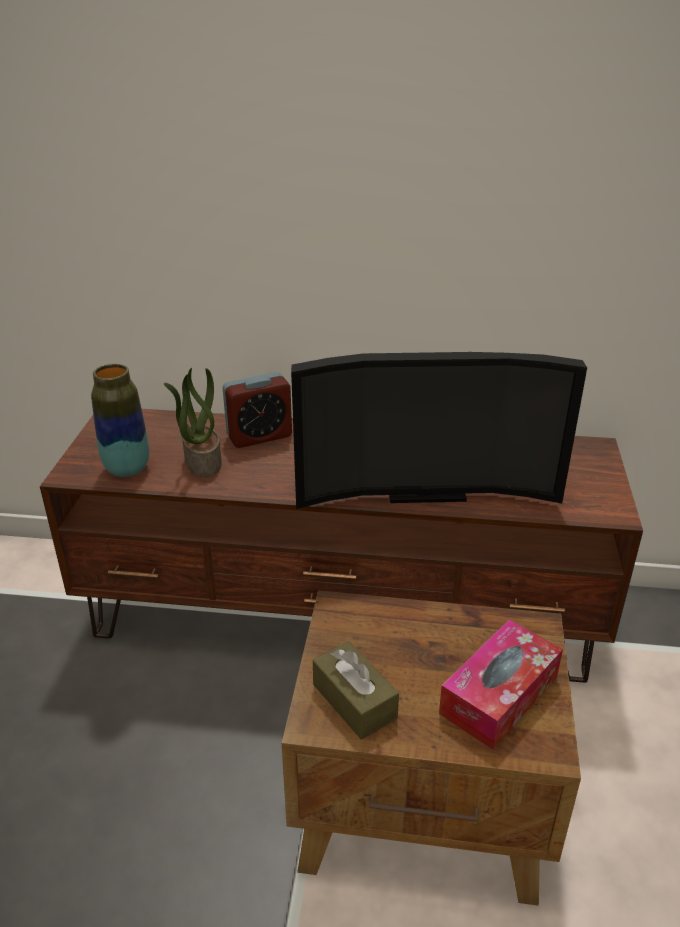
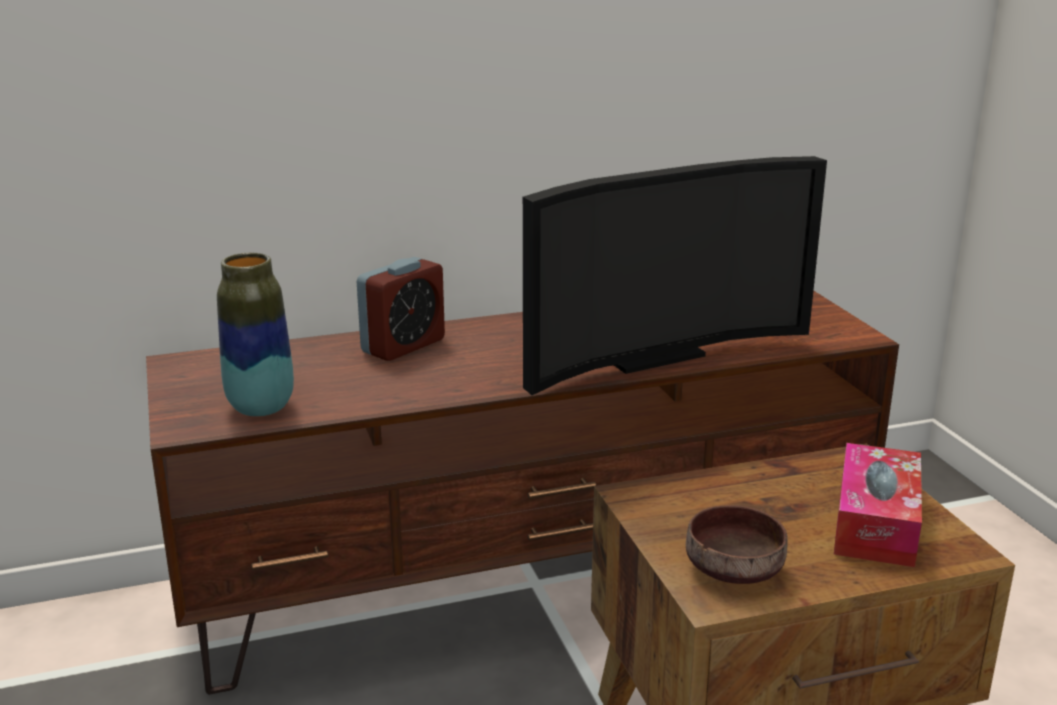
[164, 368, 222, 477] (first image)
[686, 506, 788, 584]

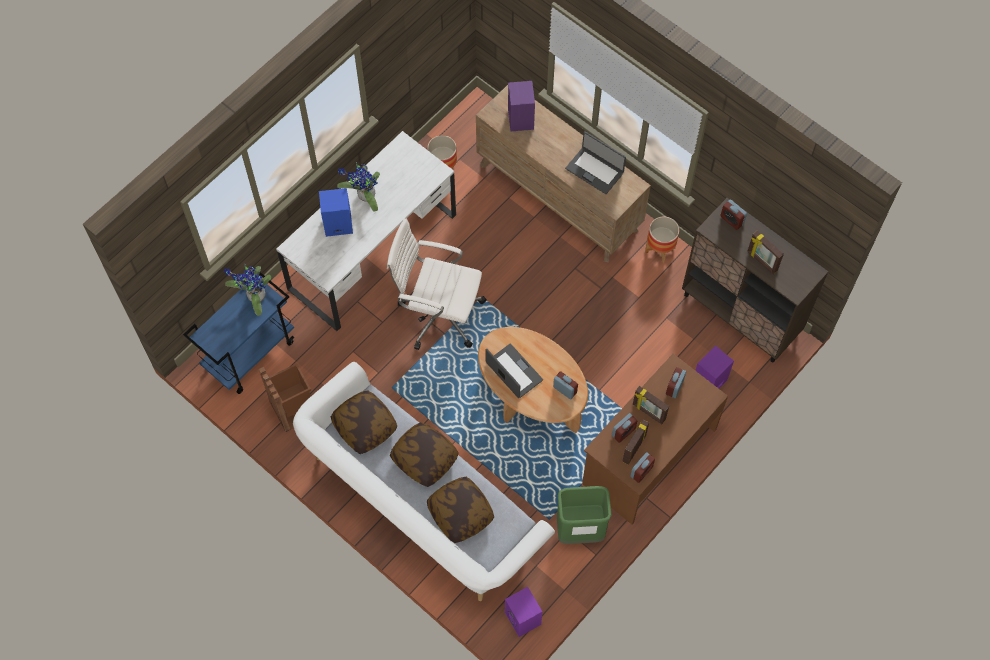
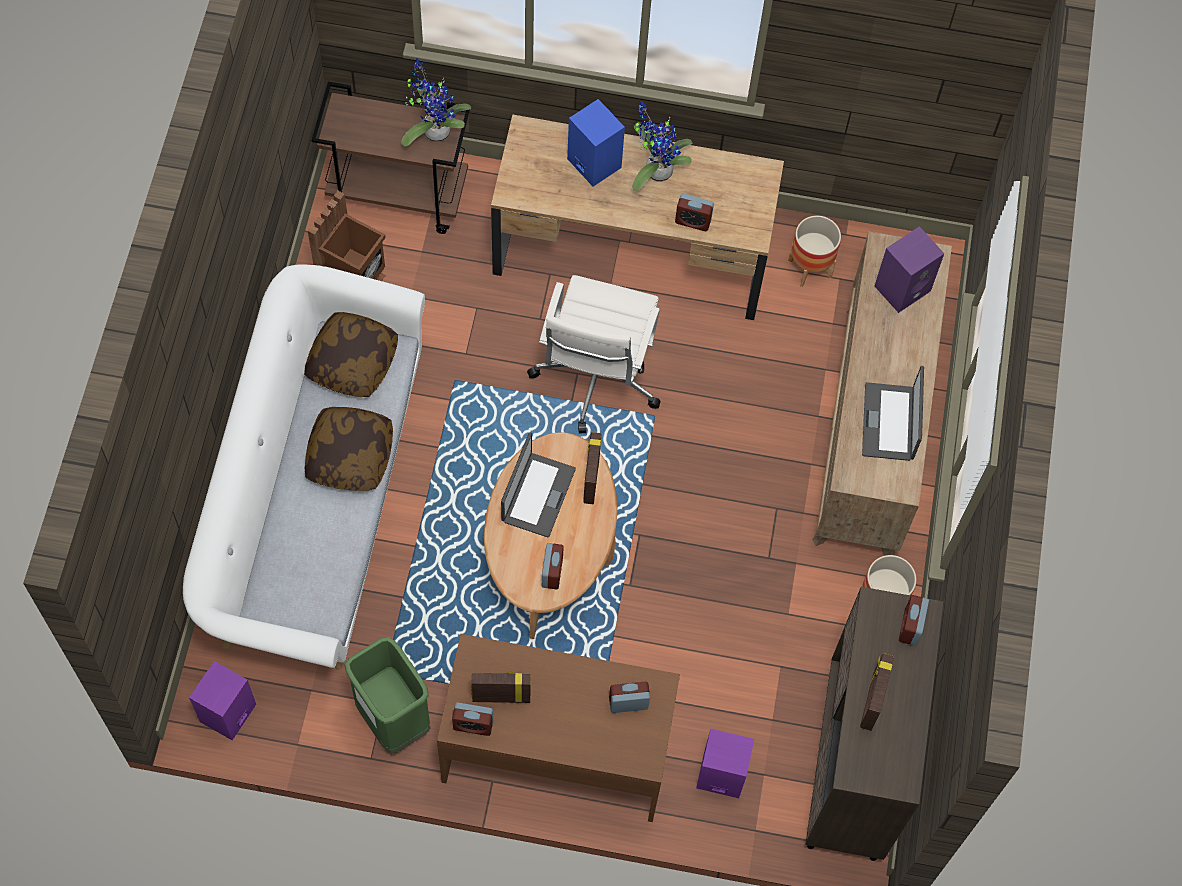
[491, 114, 784, 320]
[527, 275, 661, 433]
[311, 82, 470, 234]
[583, 432, 602, 505]
[675, 194, 714, 231]
[427, 477, 494, 543] (first image)

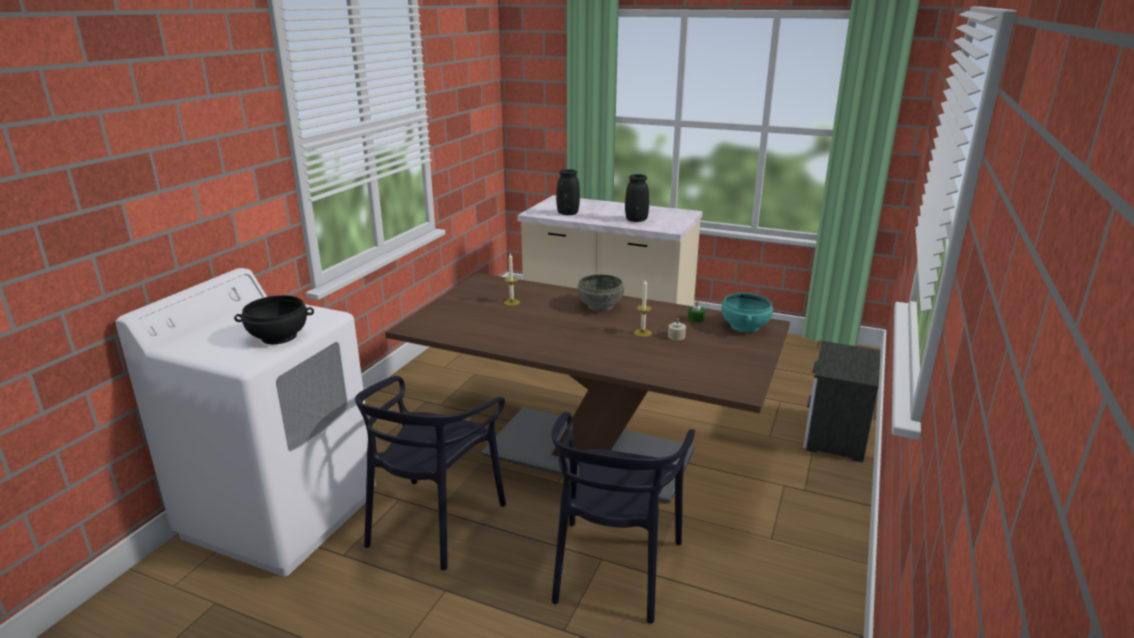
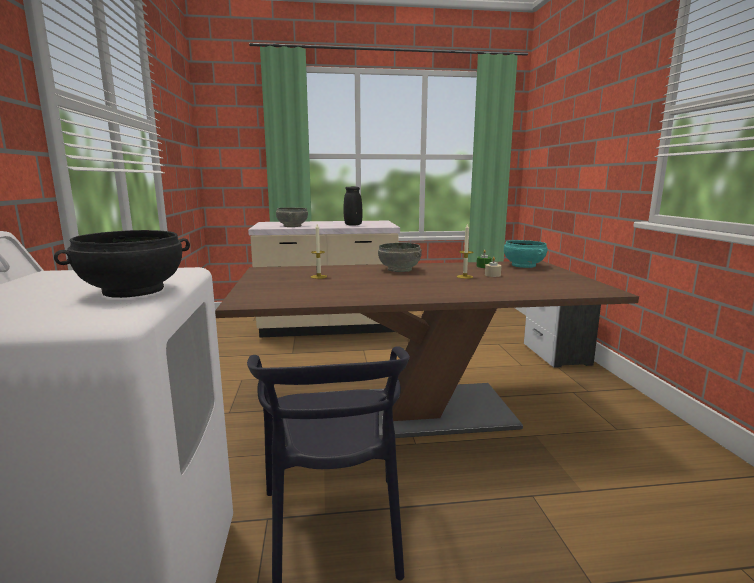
[276, 207, 308, 227]
[551, 412, 695, 624] (first image)

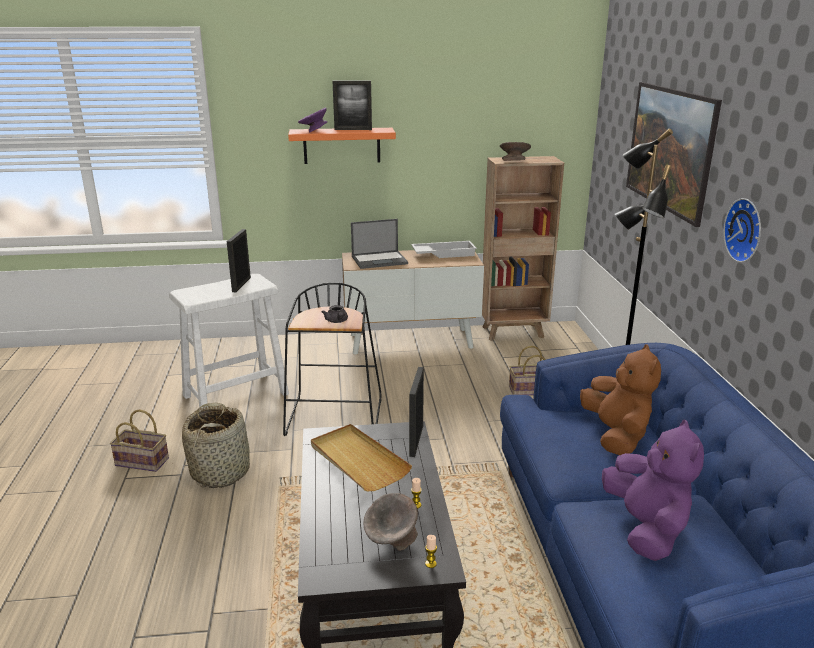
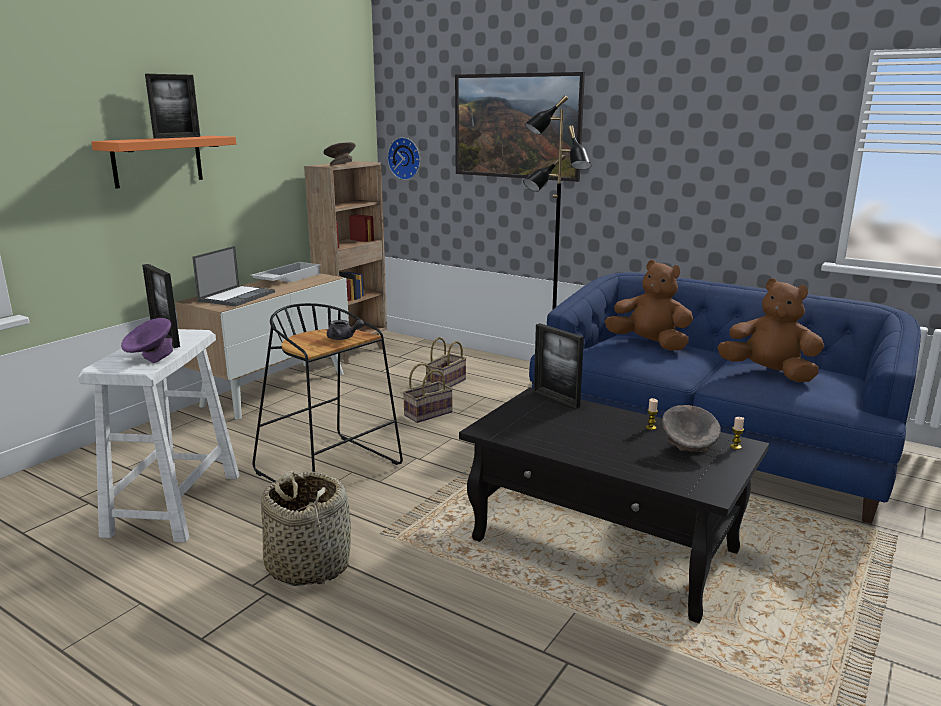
[121, 318, 173, 363]
[387, 137, 420, 180]
[403, 363, 453, 423]
[717, 278, 824, 382]
[311, 424, 412, 491] (first image)

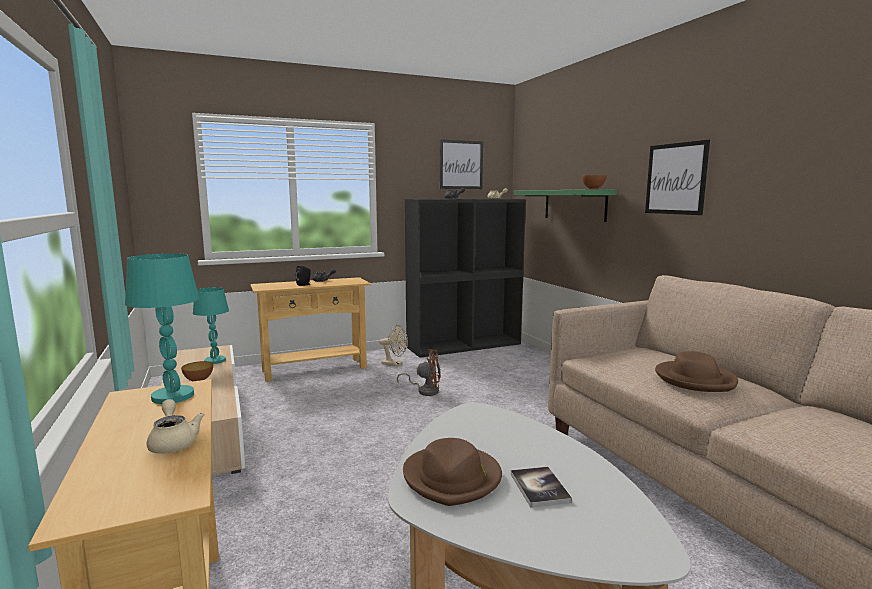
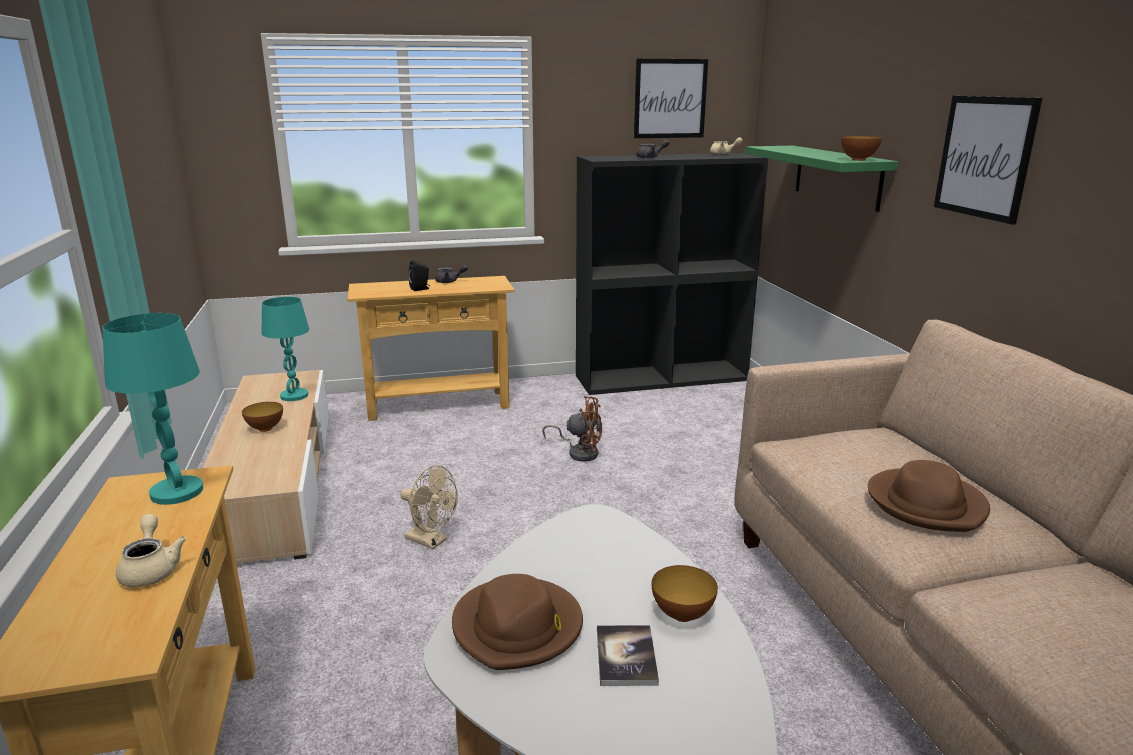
[400, 465, 458, 549]
[652, 565, 718, 622]

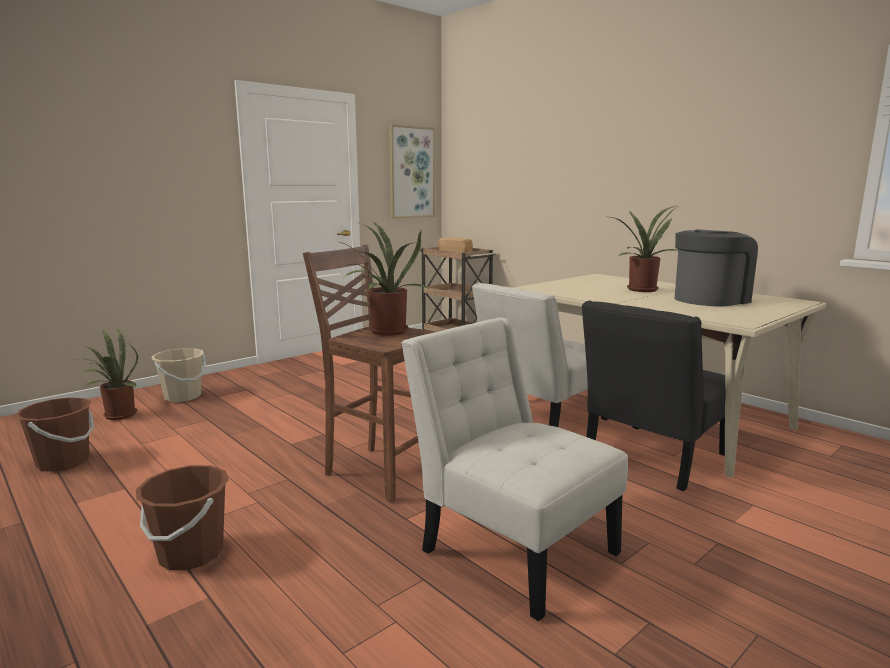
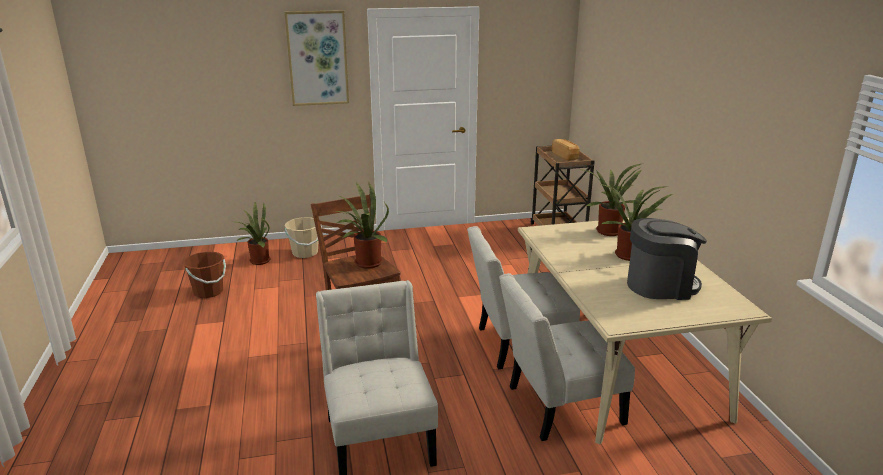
[285, 10, 349, 106]
[499, 273, 635, 441]
[136, 465, 229, 570] (first image)
[578, 164, 645, 236]

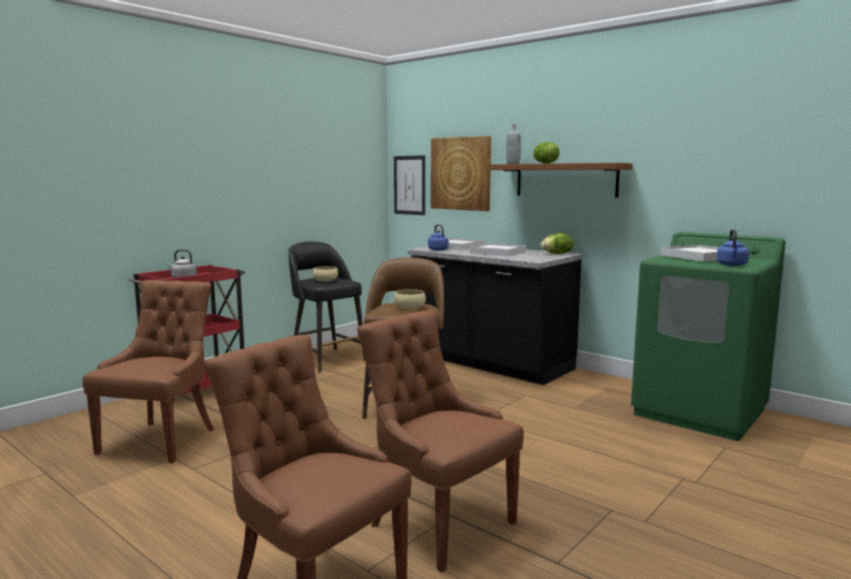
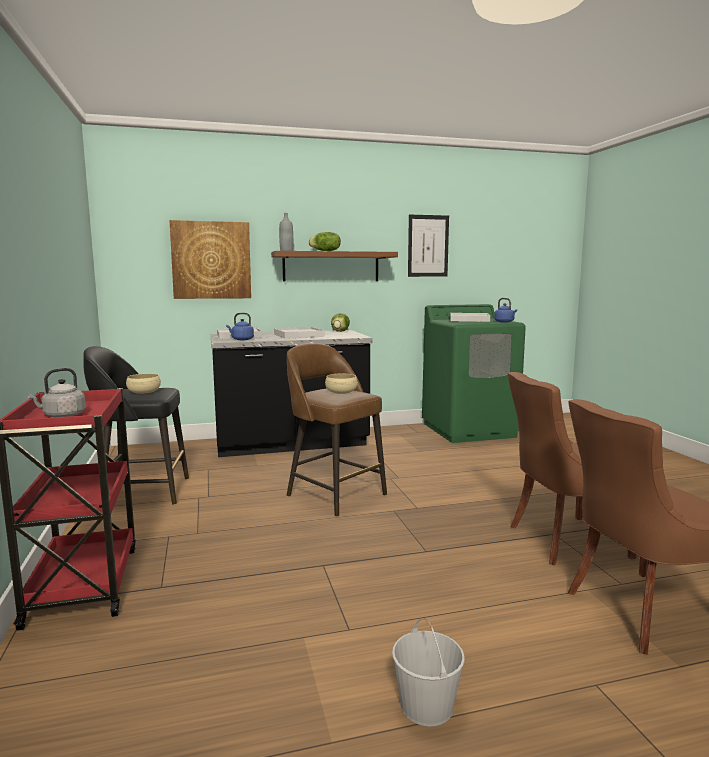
[408, 215, 449, 277]
[82, 280, 214, 463] (first image)
[392, 618, 465, 726]

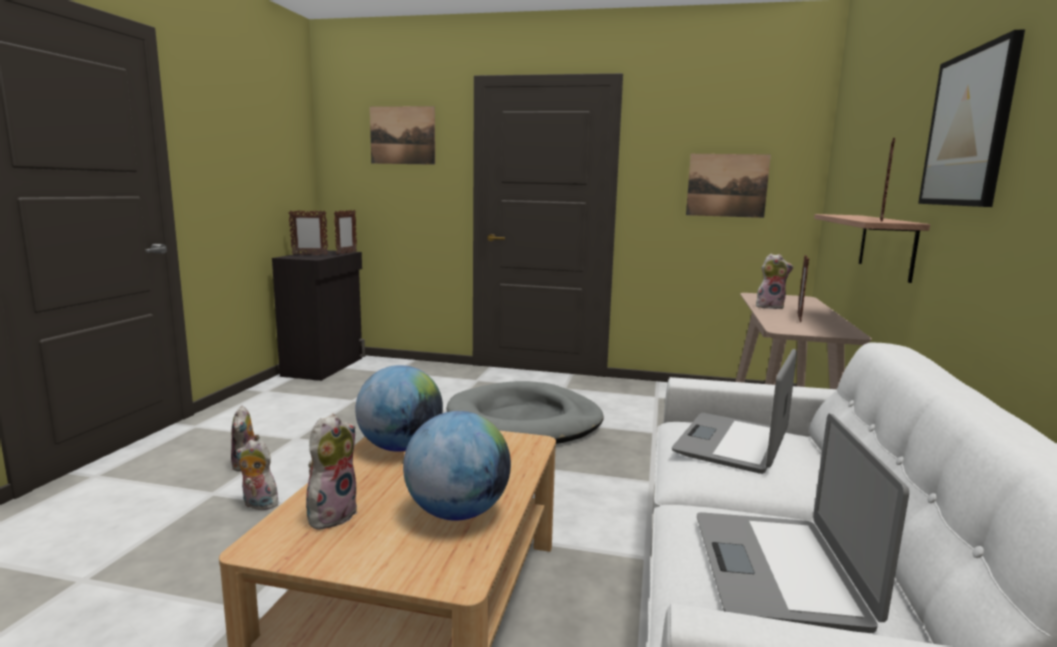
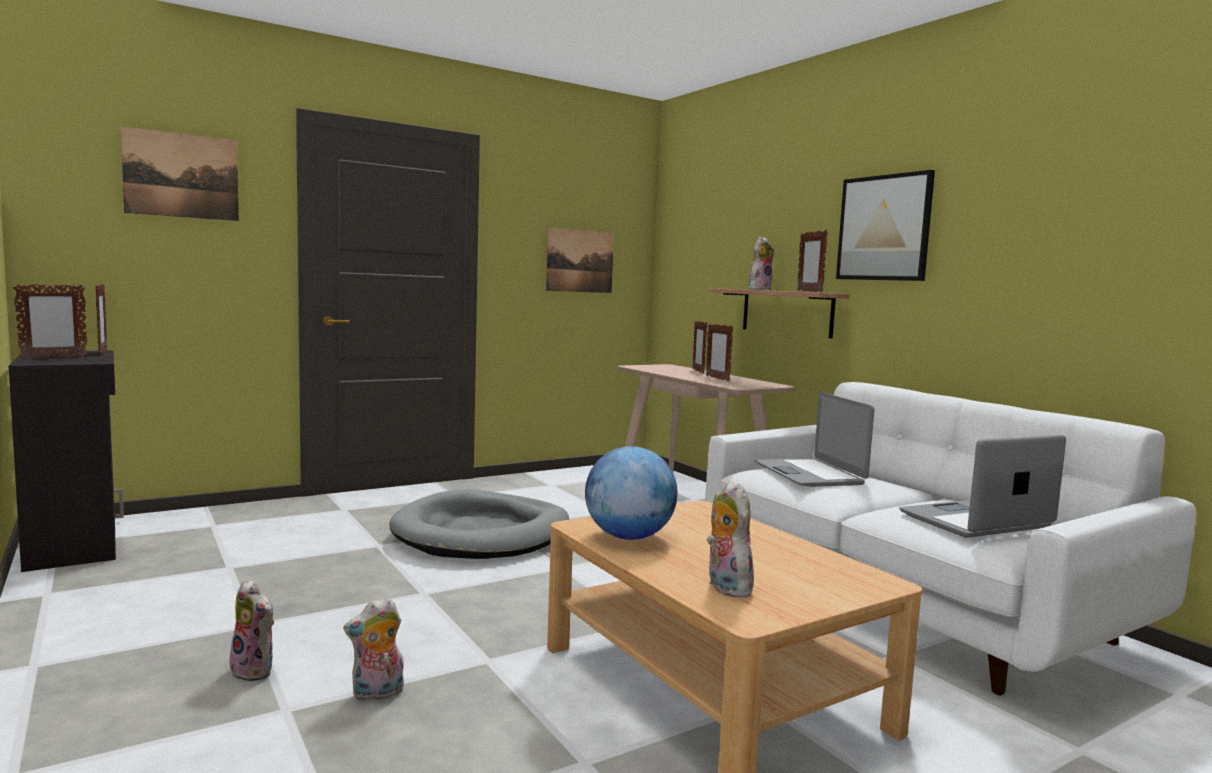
[748, 236, 774, 290]
[403, 411, 511, 520] (first image)
[899, 435, 1066, 538]
[692, 321, 707, 374]

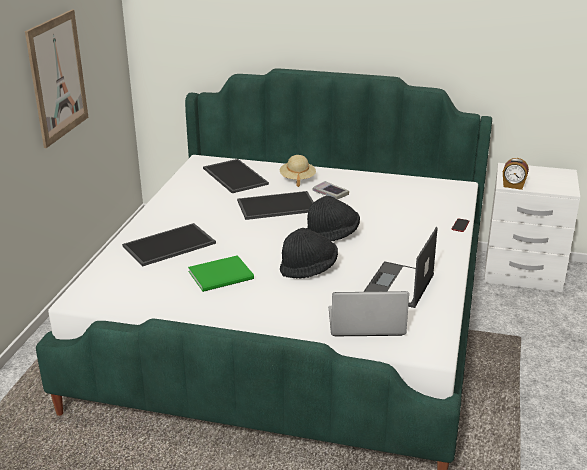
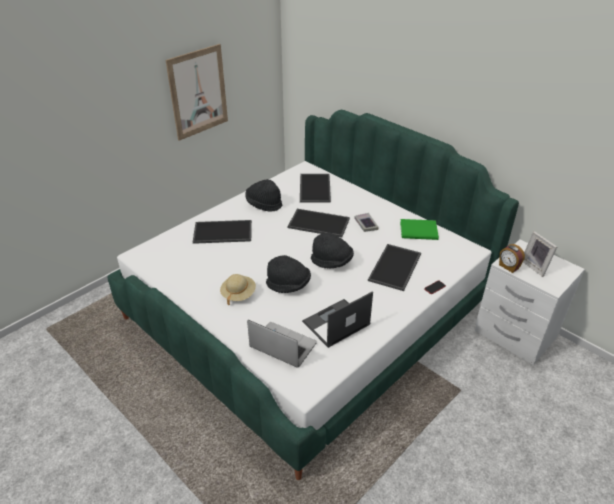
[220, 274, 256, 305]
[400, 219, 439, 240]
[245, 179, 282, 212]
[523, 231, 557, 277]
[368, 244, 421, 291]

